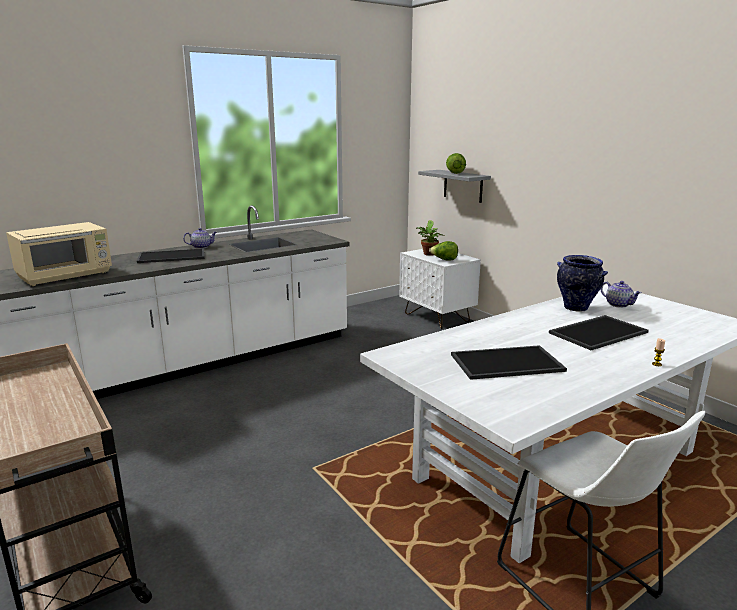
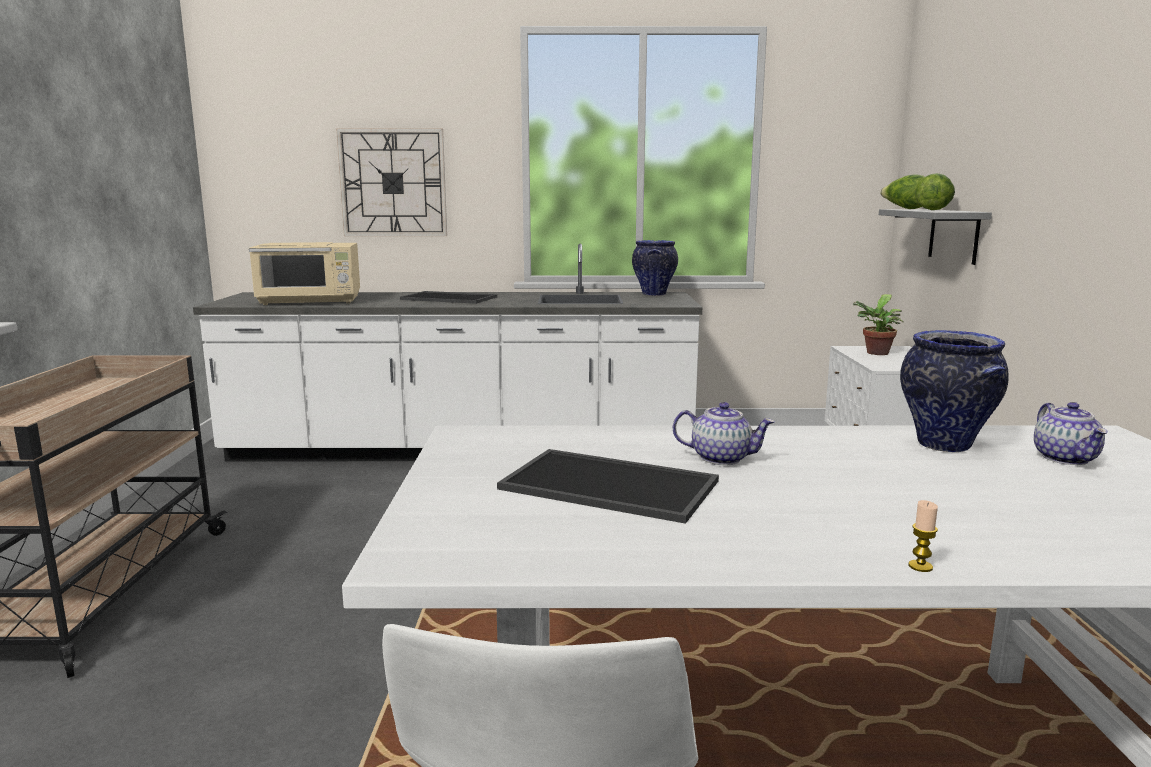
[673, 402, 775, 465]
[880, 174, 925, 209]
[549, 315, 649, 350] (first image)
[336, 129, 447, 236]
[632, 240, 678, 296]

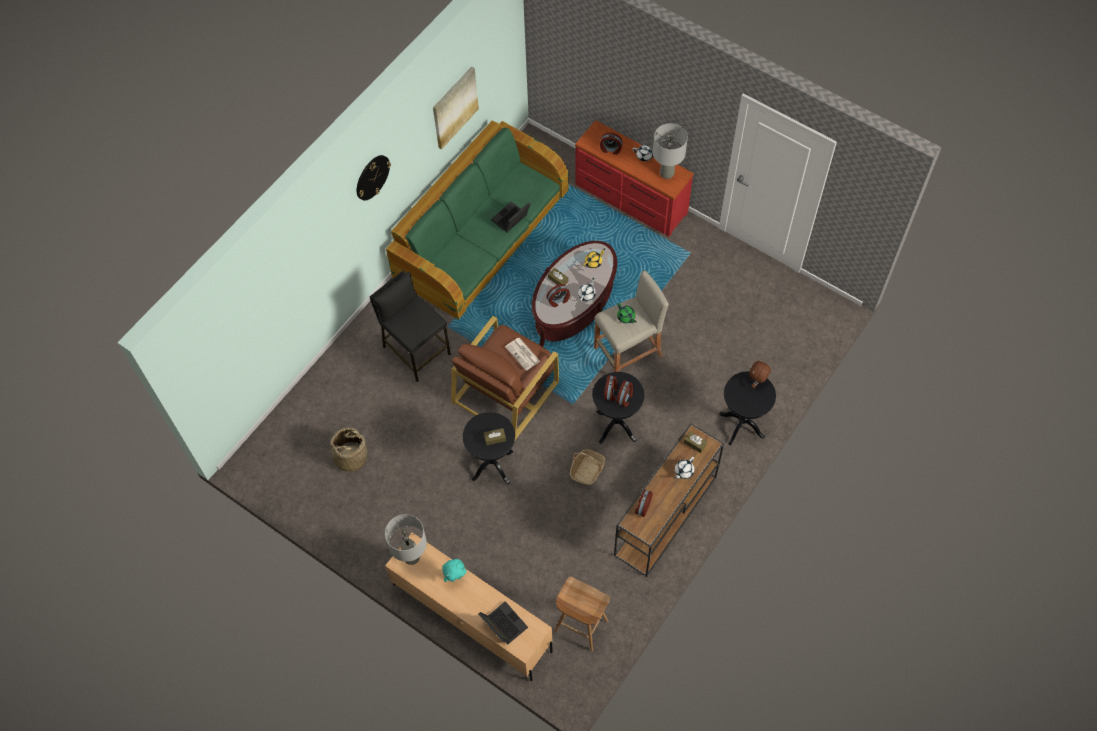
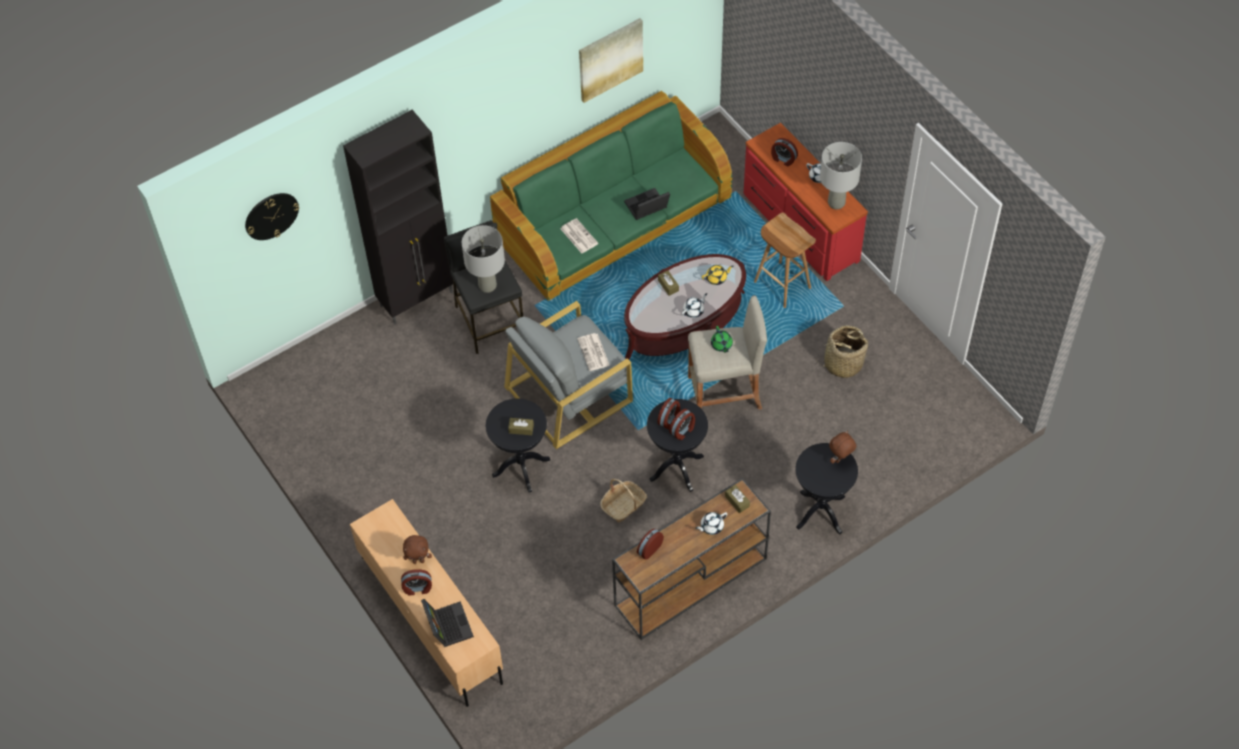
[245, 193, 299, 240]
[401, 569, 432, 596]
[504, 301, 633, 449]
[816, 325, 868, 378]
[462, 225, 505, 293]
[403, 535, 432, 564]
[754, 213, 816, 308]
[343, 110, 453, 324]
[560, 218, 599, 254]

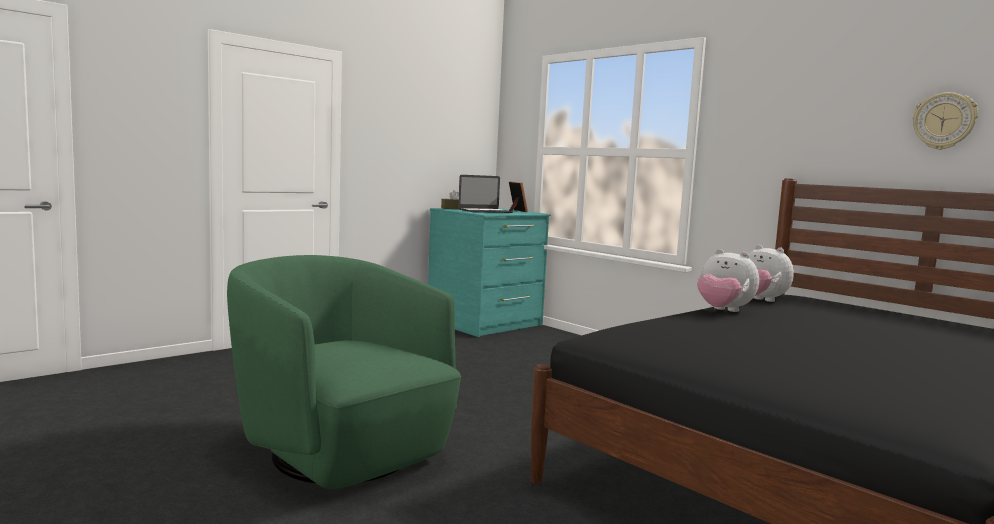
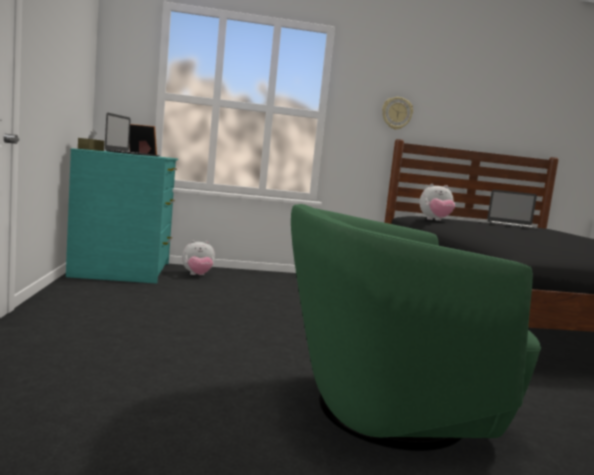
[382, 97, 413, 130]
[182, 240, 215, 275]
[487, 190, 538, 230]

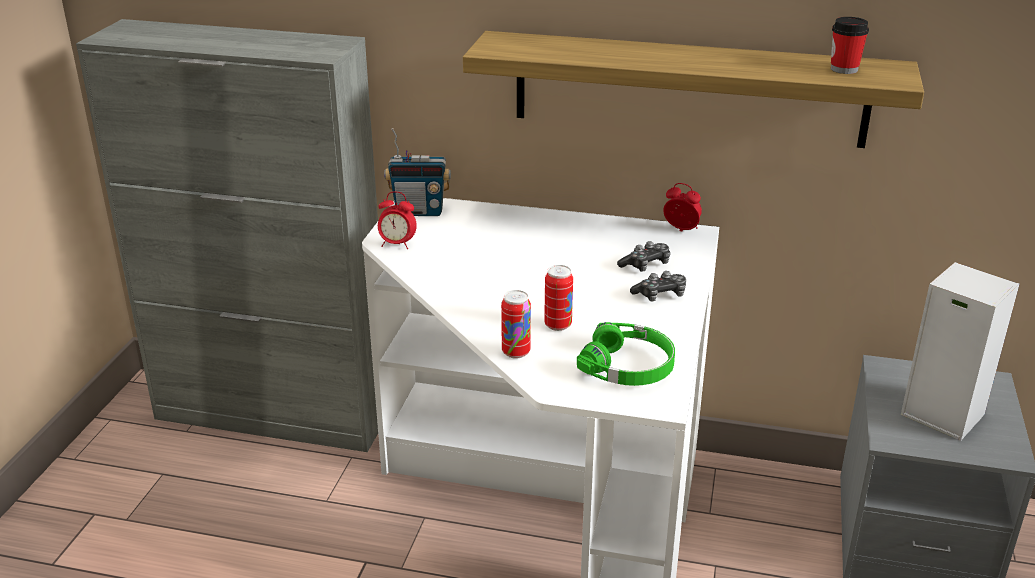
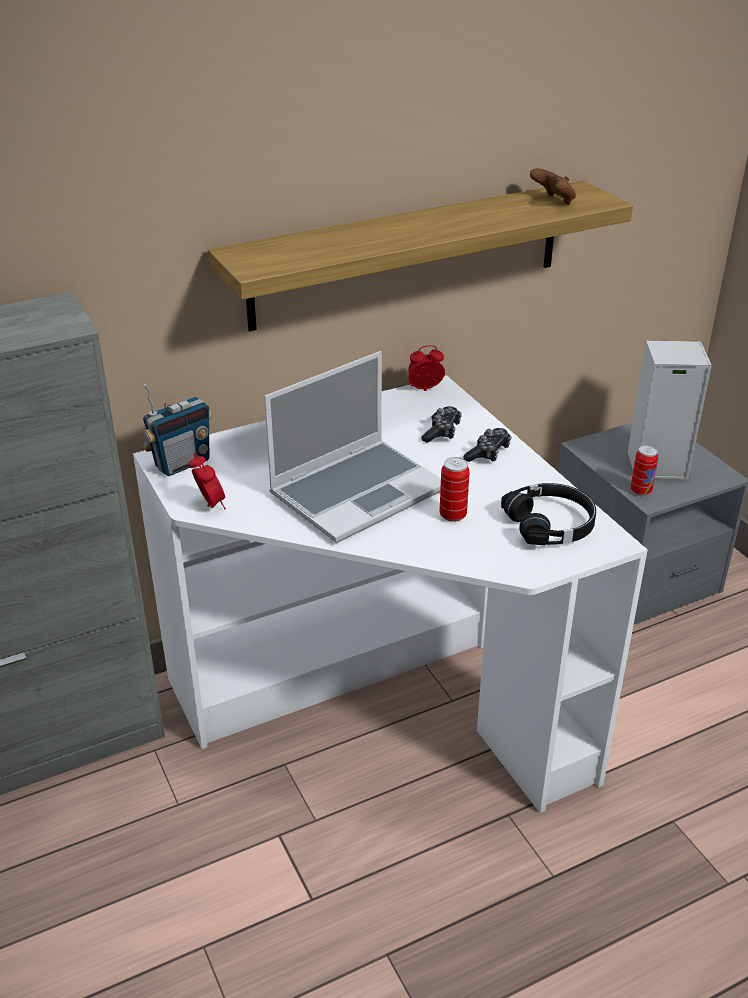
[530, 168, 576, 205]
[189, 453, 226, 510]
[631, 445, 658, 496]
[501, 483, 596, 545]
[264, 351, 441, 543]

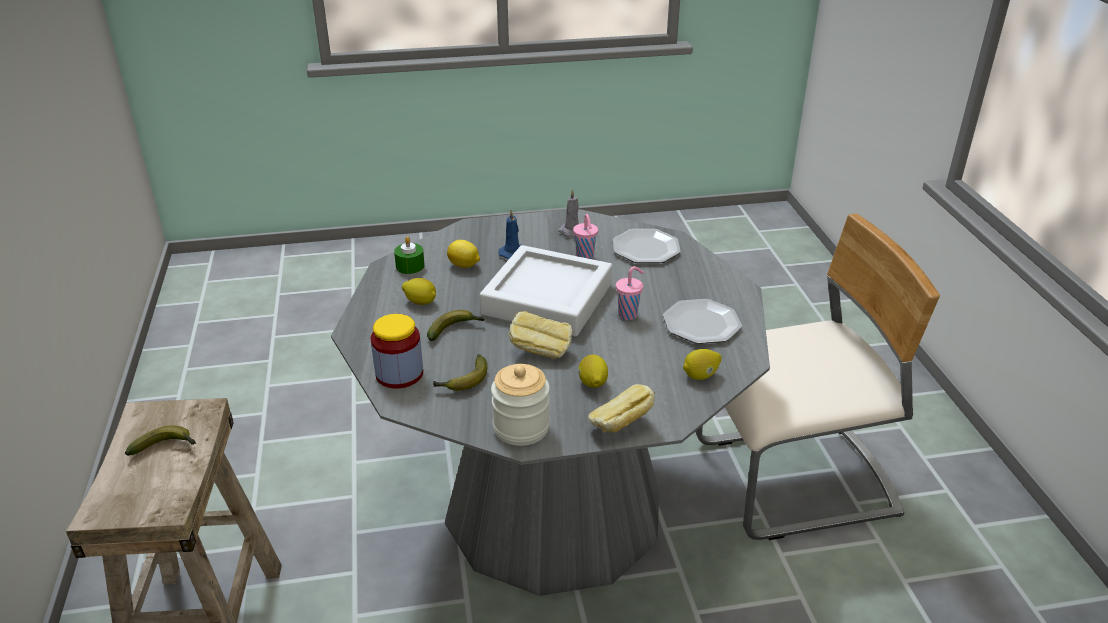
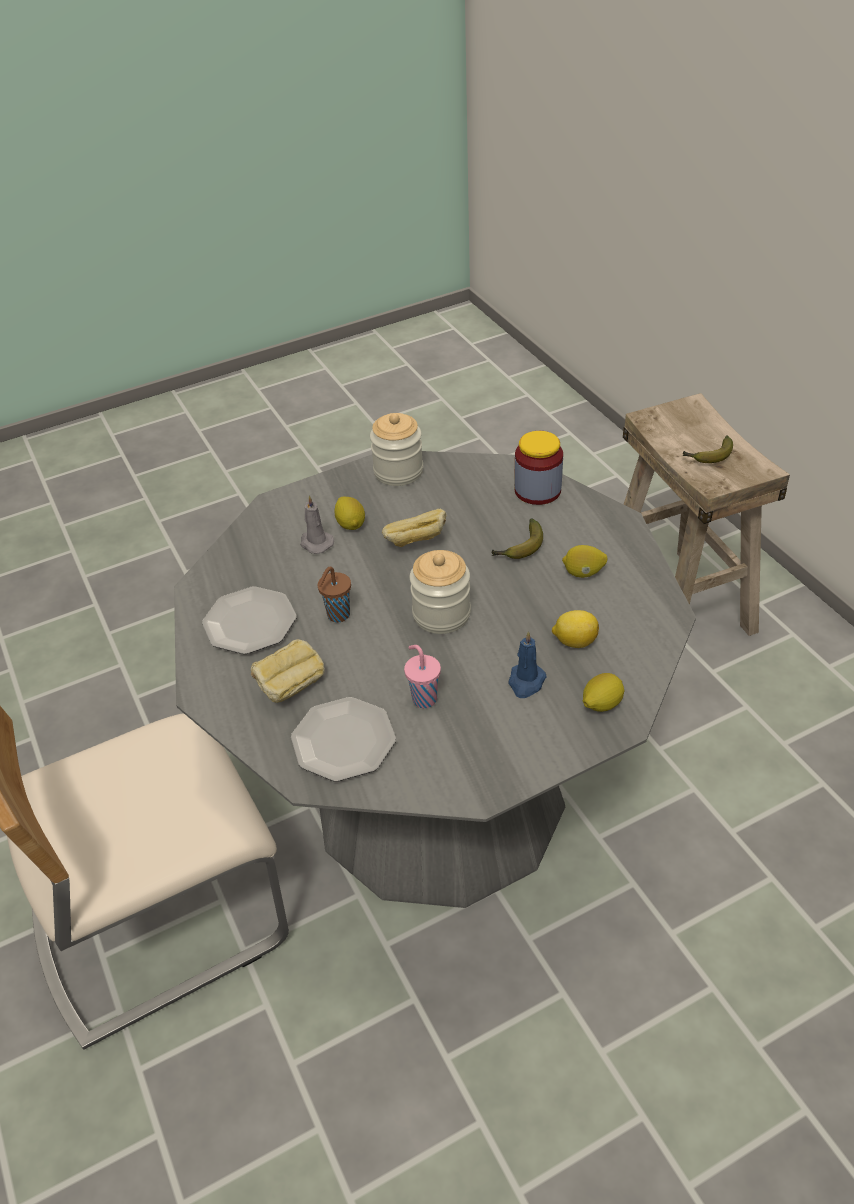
[300, 495, 334, 554]
[394, 236, 425, 274] (first image)
[410, 550, 471, 634]
[318, 567, 351, 622]
[583, 673, 624, 712]
[433, 354, 487, 391] (first image)
[251, 639, 325, 703]

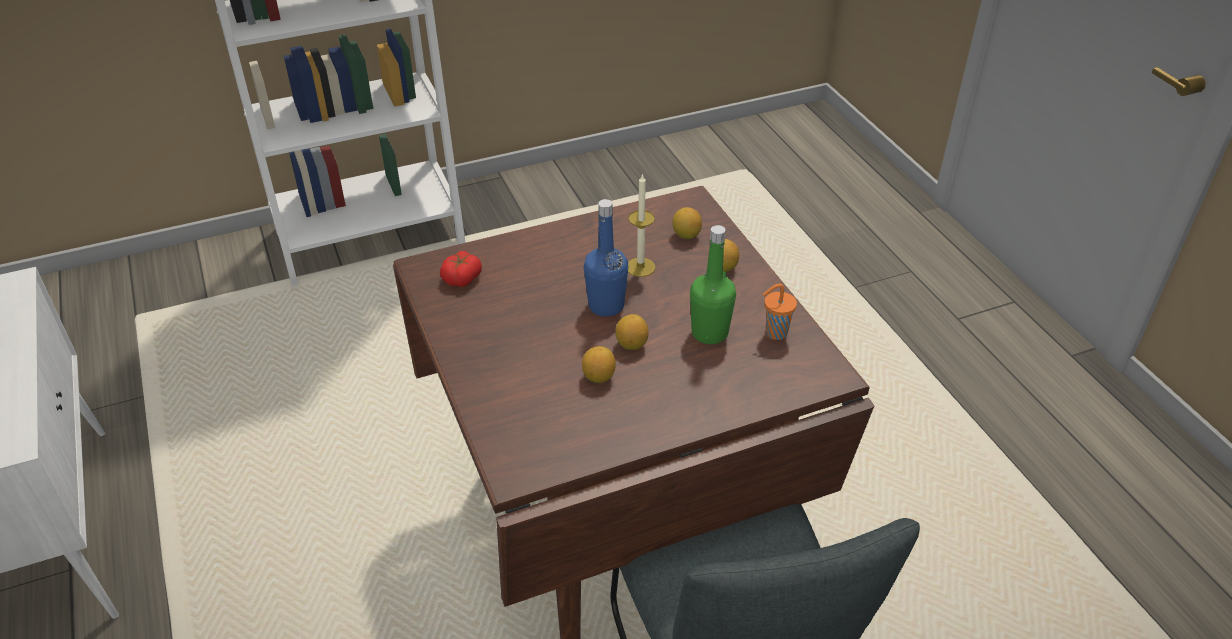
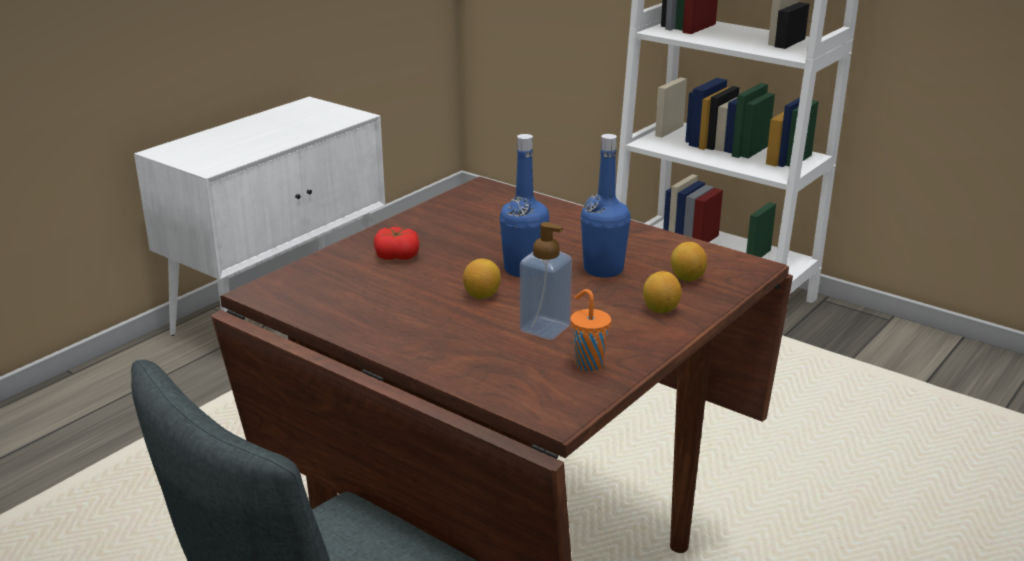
[581, 134, 631, 278]
[520, 222, 572, 340]
[374, 227, 419, 260]
[582, 346, 616, 383] (first image)

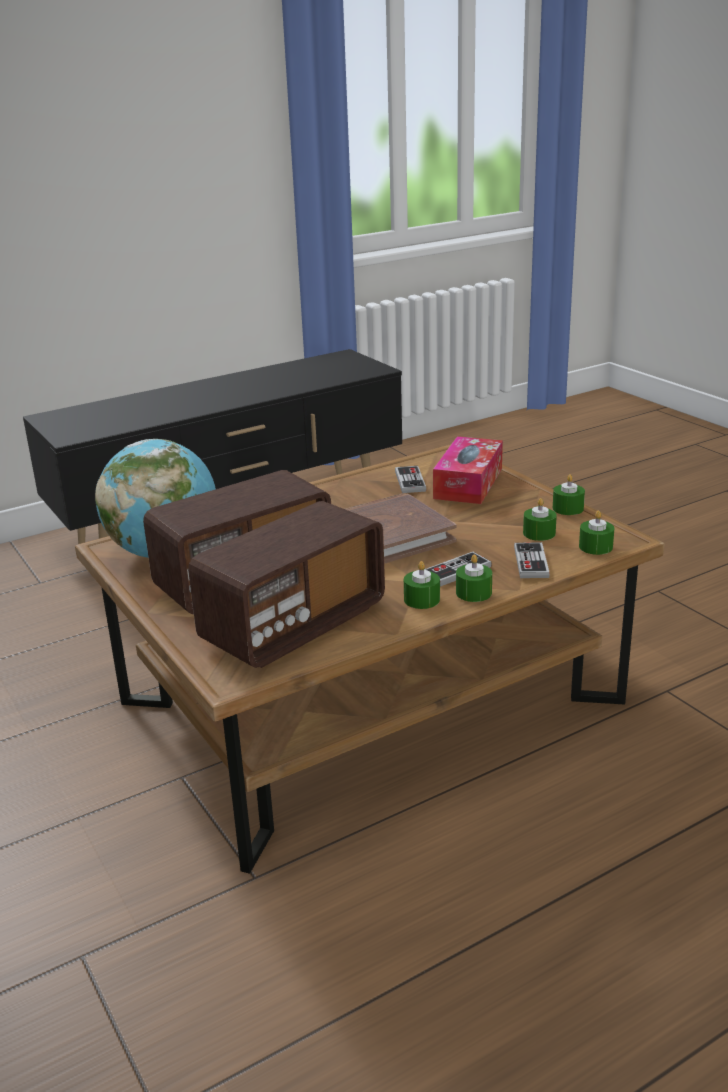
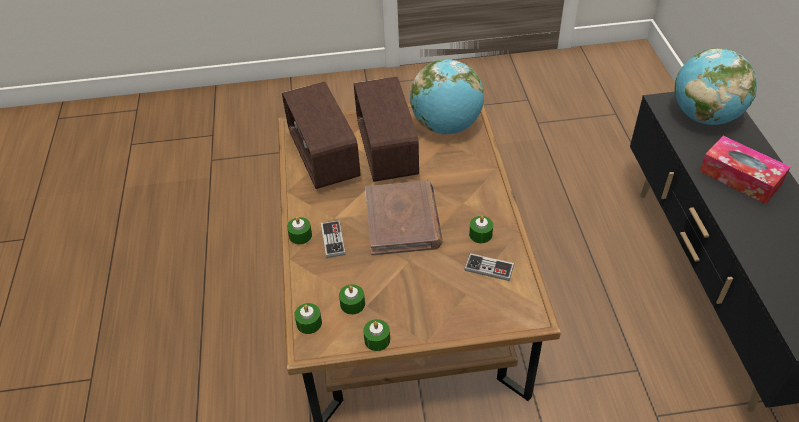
[699, 136, 790, 204]
[514, 542, 550, 578] (first image)
[469, 215, 493, 243]
[675, 48, 757, 125]

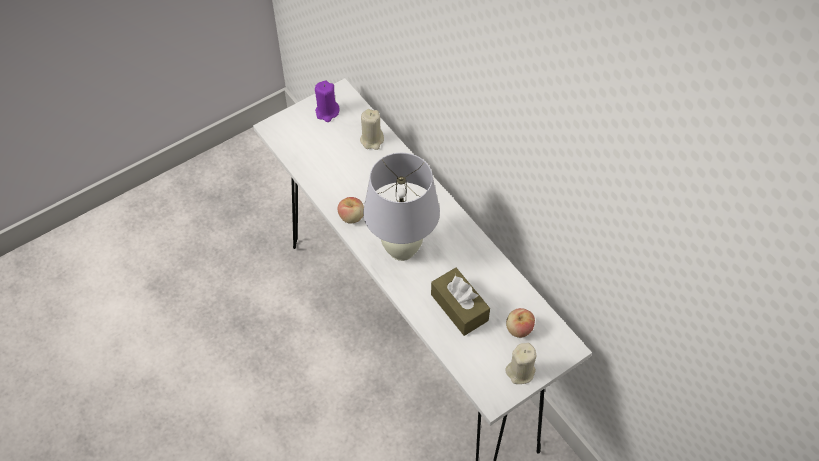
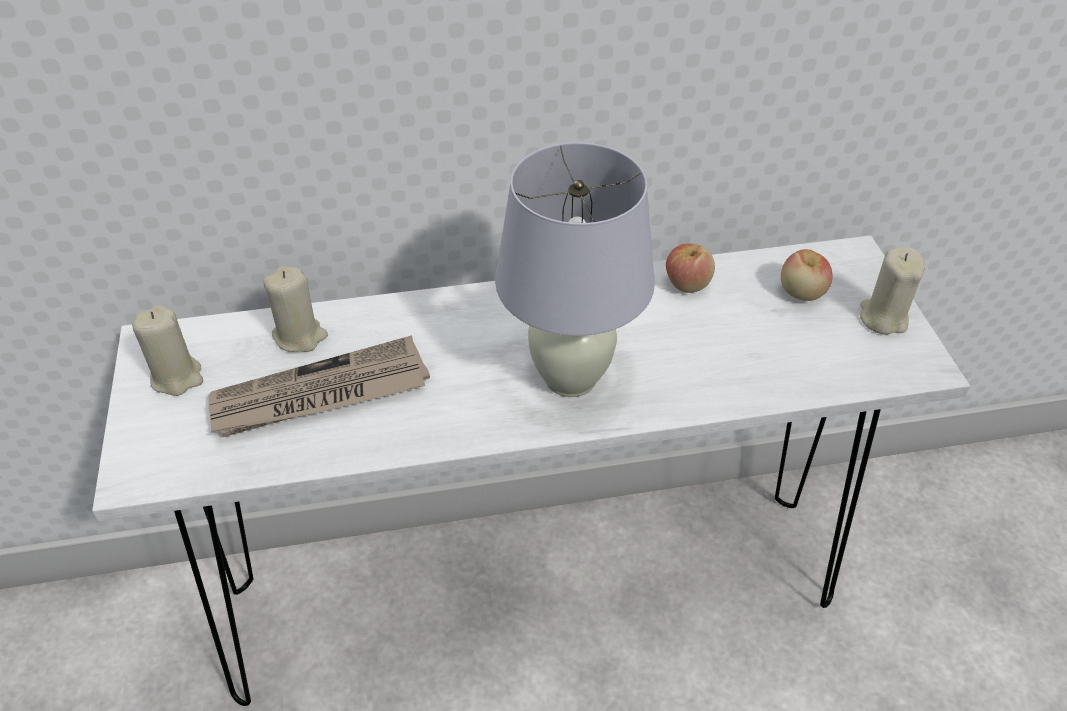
[132, 305, 203, 396]
[666, 243, 715, 293]
[431, 268, 490, 336] (first image)
[209, 335, 430, 437]

